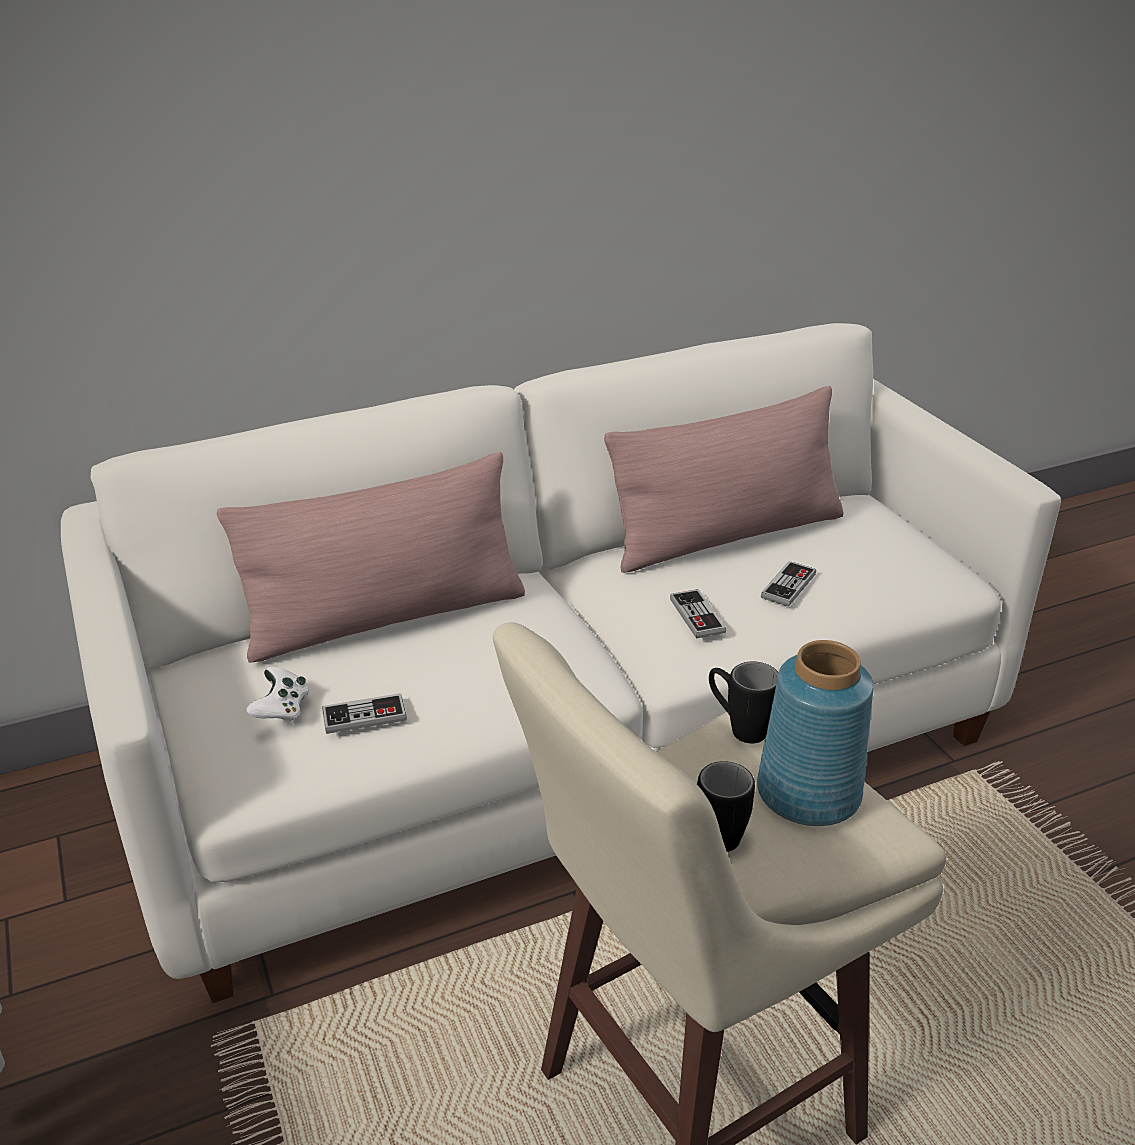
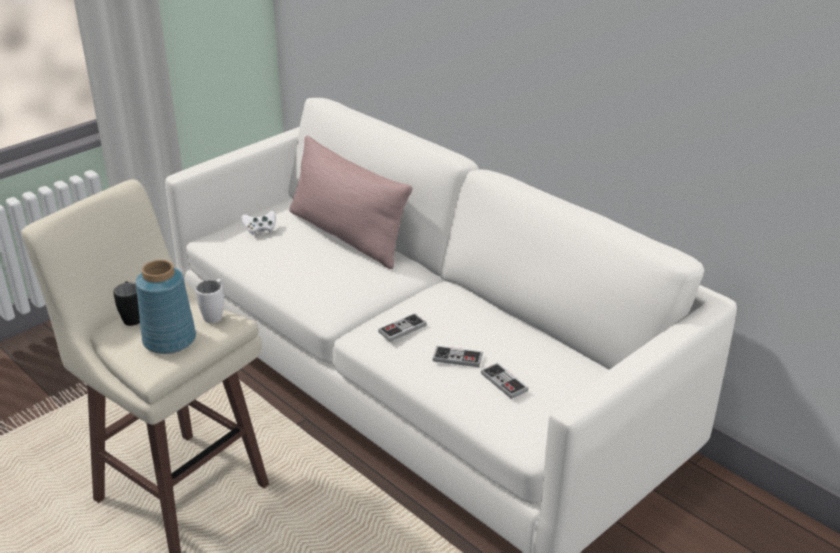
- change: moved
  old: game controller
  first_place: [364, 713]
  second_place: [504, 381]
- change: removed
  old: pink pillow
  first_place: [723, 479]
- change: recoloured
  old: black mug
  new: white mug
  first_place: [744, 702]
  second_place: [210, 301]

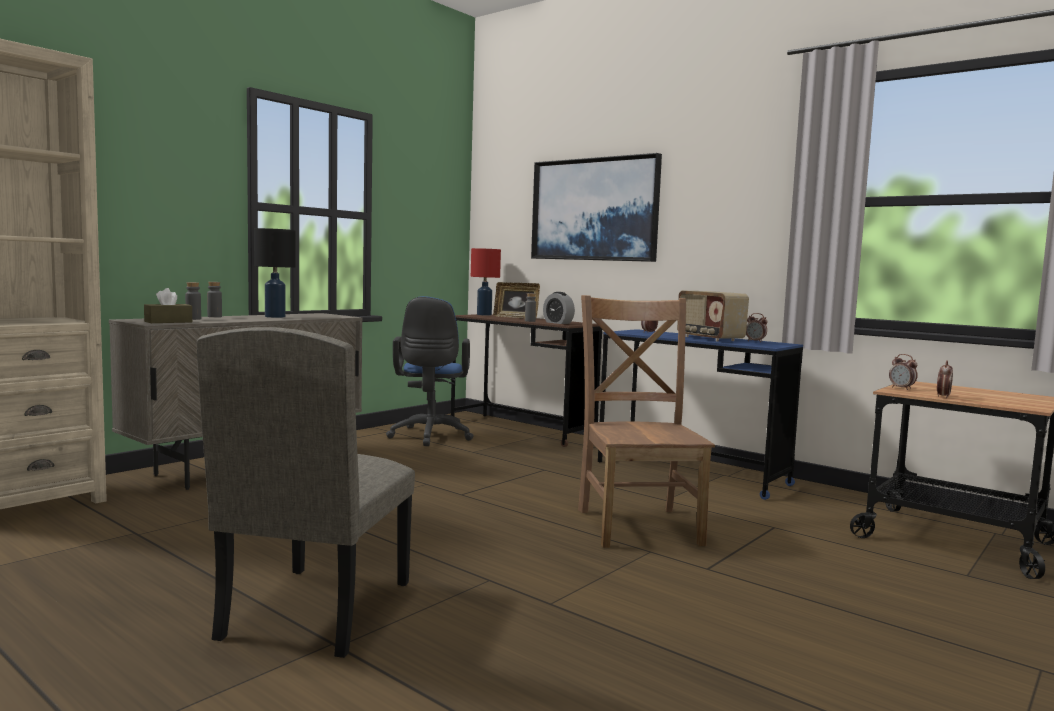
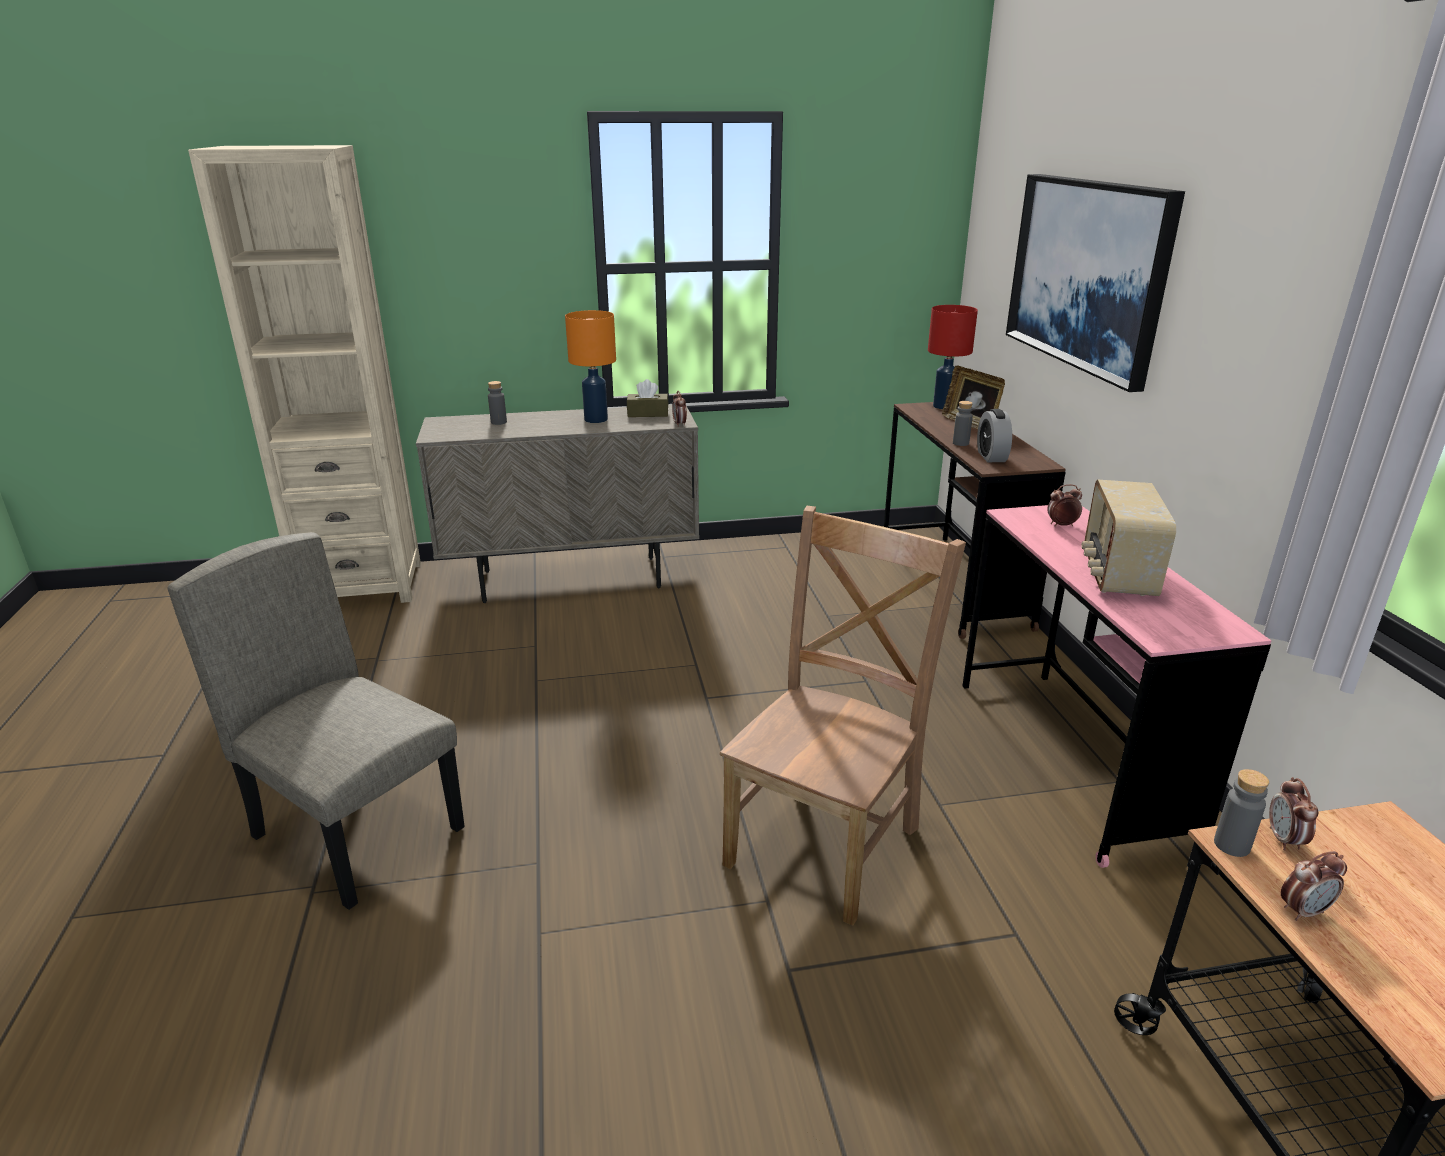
- change: moved
  old: brown tissue box
  first_place: [168, 305]
  second_place: [648, 398]
- change: turned
  old: beige chair
  first_place: [306, 492]
  second_place: [316, 721]
  degrees: 75
- change: moved
  old: grey bottle
  first_place: [214, 299]
  second_place: [1241, 813]
- change: recoloured
  old: black table lamp
  new: orange table lamp
  first_place: [274, 273]
  second_place: [590, 366]
- change: removed
  old: blue office chair
  first_place: [430, 371]
- change: recoloured
  old: blue desk
  new: pink desk
  first_place: [700, 414]
  second_place: [1116, 686]
- change: moved
  old: alarm clock
  first_place: [757, 327]
  second_place: [679, 408]

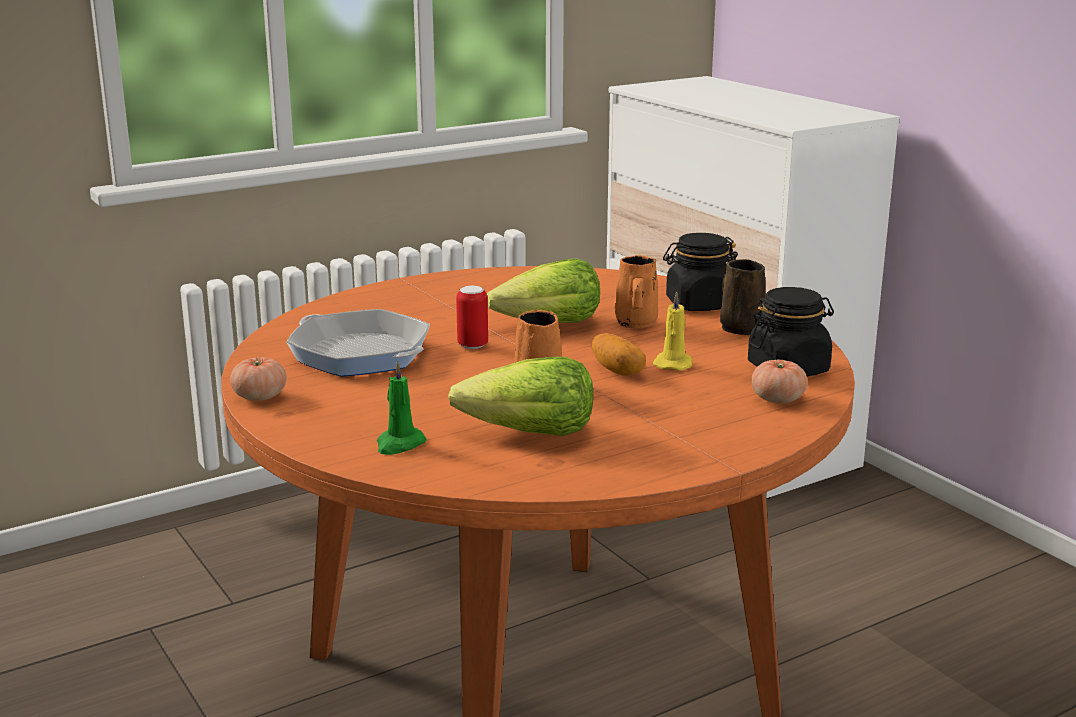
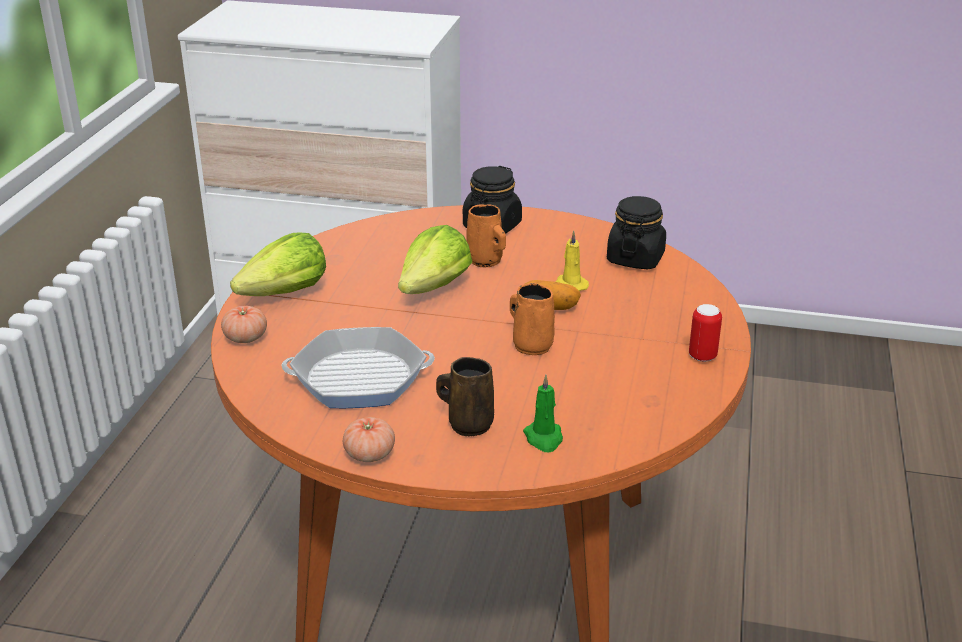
- change: moved
  old: lettuce
  first_place: [520, 396]
  second_place: [278, 264]
- change: moved
  old: can
  first_place: [472, 317]
  second_place: [705, 333]
- change: moved
  old: brown mug
  first_place: [743, 297]
  second_place: [465, 396]
- change: moved
  old: tomato
  first_place: [779, 382]
  second_place: [244, 324]

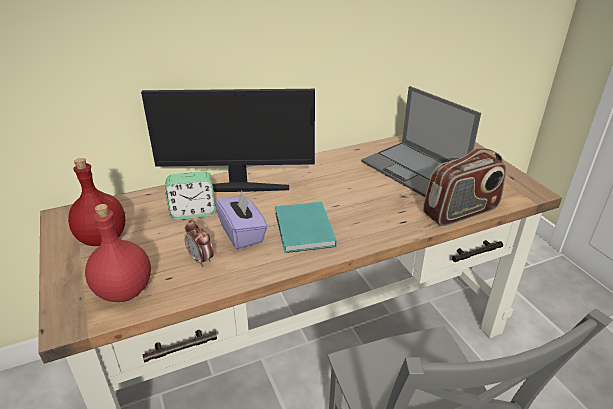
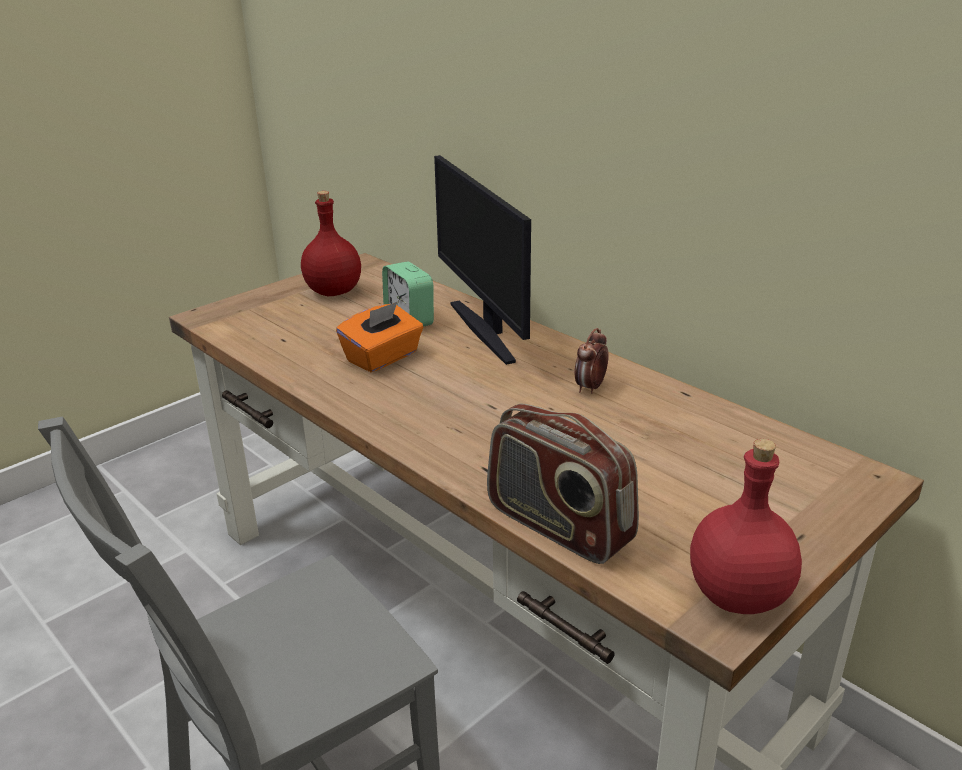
- change: moved
  old: red bottle
  first_place: [118, 253]
  second_place: [746, 526]
- change: moved
  old: alarm clock
  first_place: [199, 243]
  second_place: [591, 361]
- change: recoloured
  old: purple tissue box
  new: orange tissue box
  first_place: [241, 219]
  second_place: [379, 336]
- change: removed
  old: turquoise book
  first_place: [306, 227]
- change: removed
  old: laptop
  first_place: [421, 141]

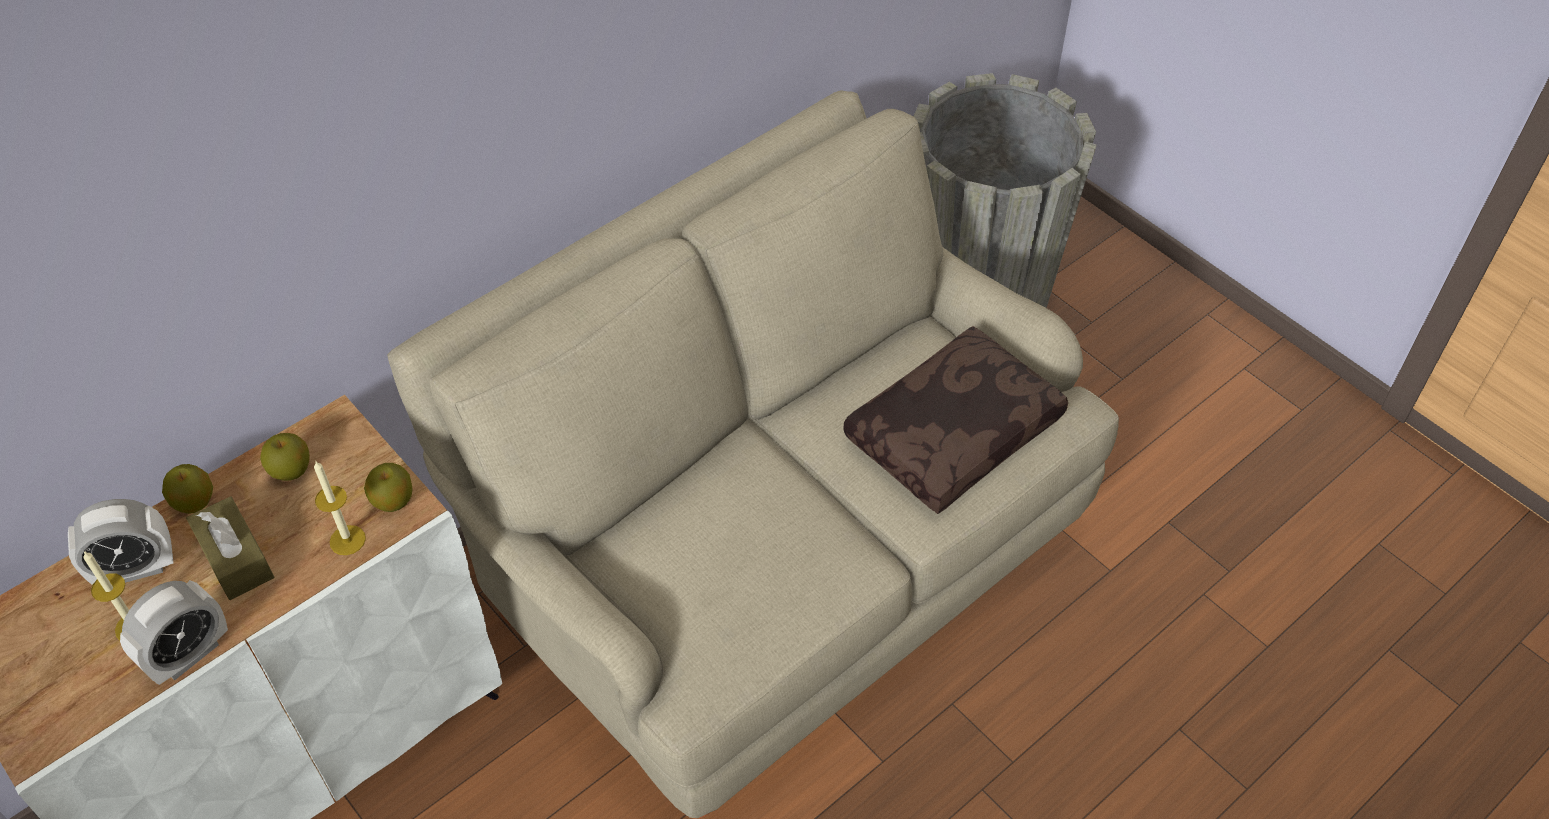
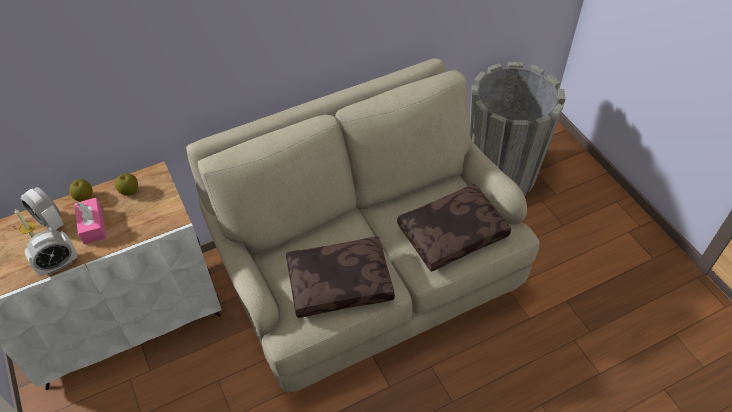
- change: turned
  old: alarm clock
  first_place: [121, 542]
  second_place: [42, 208]
  degrees: 45
- change: recoloured
  old: brown tissue box
  new: pink tissue box
  first_place: [230, 548]
  second_place: [90, 221]
- change: removed
  old: candle
  first_place: [340, 507]
- change: removed
  old: apple
  first_place: [388, 487]
- change: added
  new: brown pillow
  second_place: [340, 277]

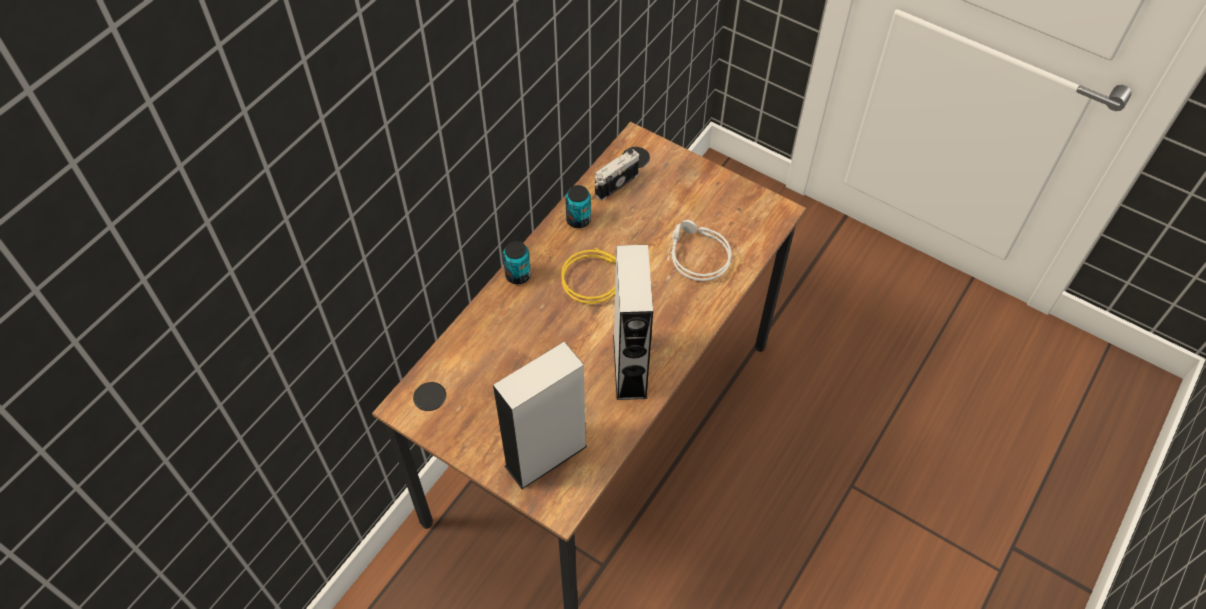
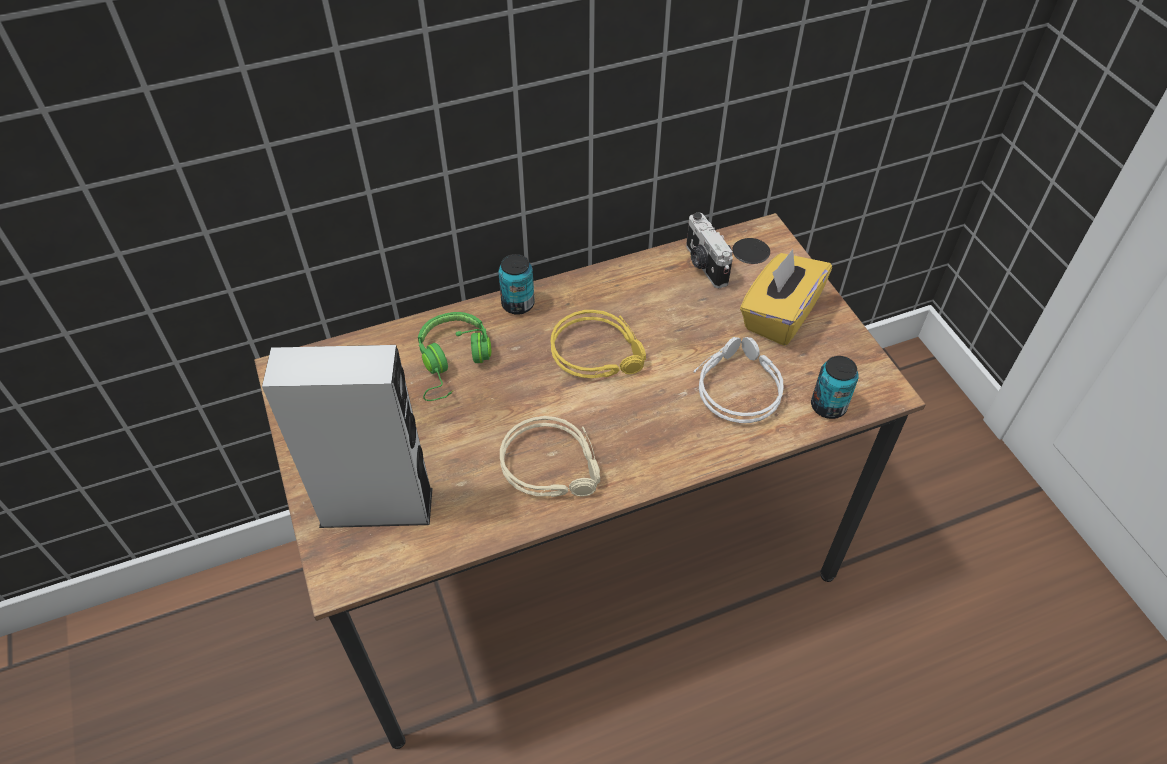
- change: moved
  old: can
  first_place: [578, 206]
  second_place: [835, 387]
- change: turned
  old: photo camera
  first_place: [617, 175]
  second_place: [709, 250]
  degrees: -105
- change: replaced
  old: grey speaker
  new: beige headphones
  first_place: [633, 322]
  second_place: [550, 456]
- change: added
  new: green headphones
  second_place: [454, 356]
- change: added
  new: yellow tissue box
  second_place: [786, 297]

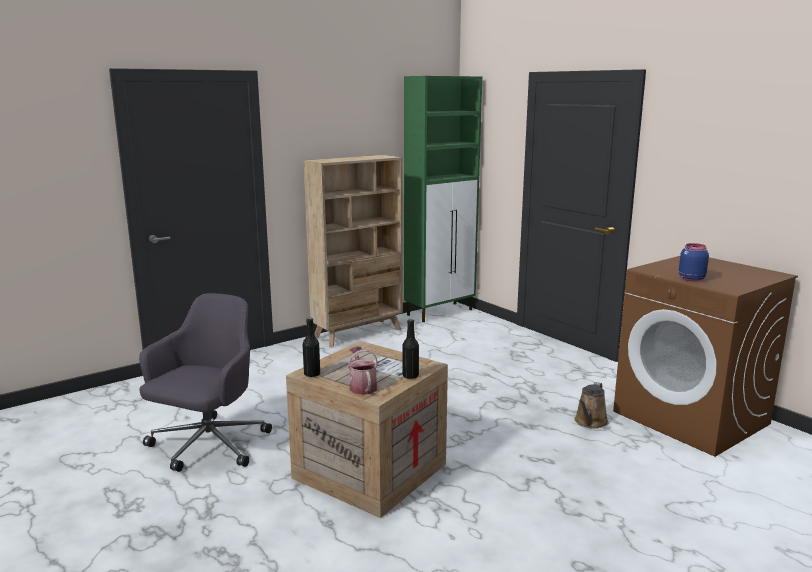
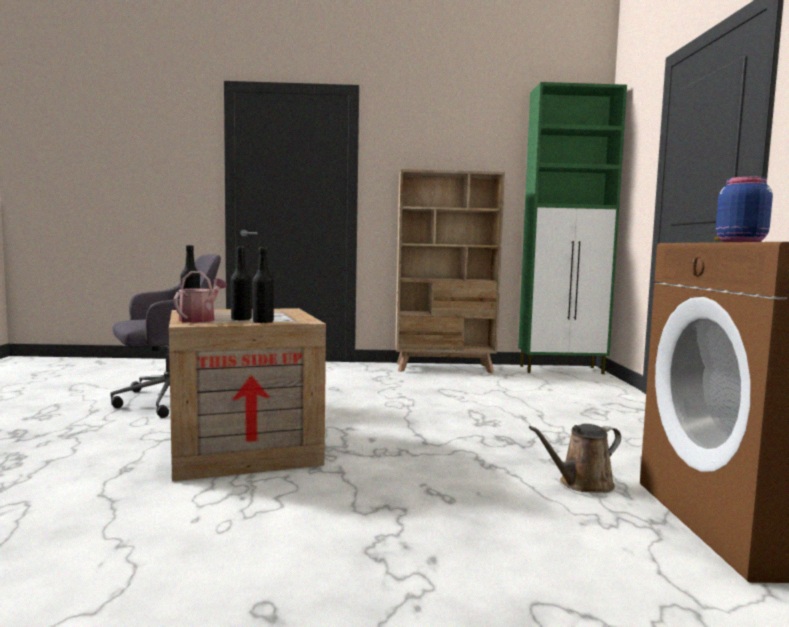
- change: added
  new: black bottle
  second_place: [241, 283]

